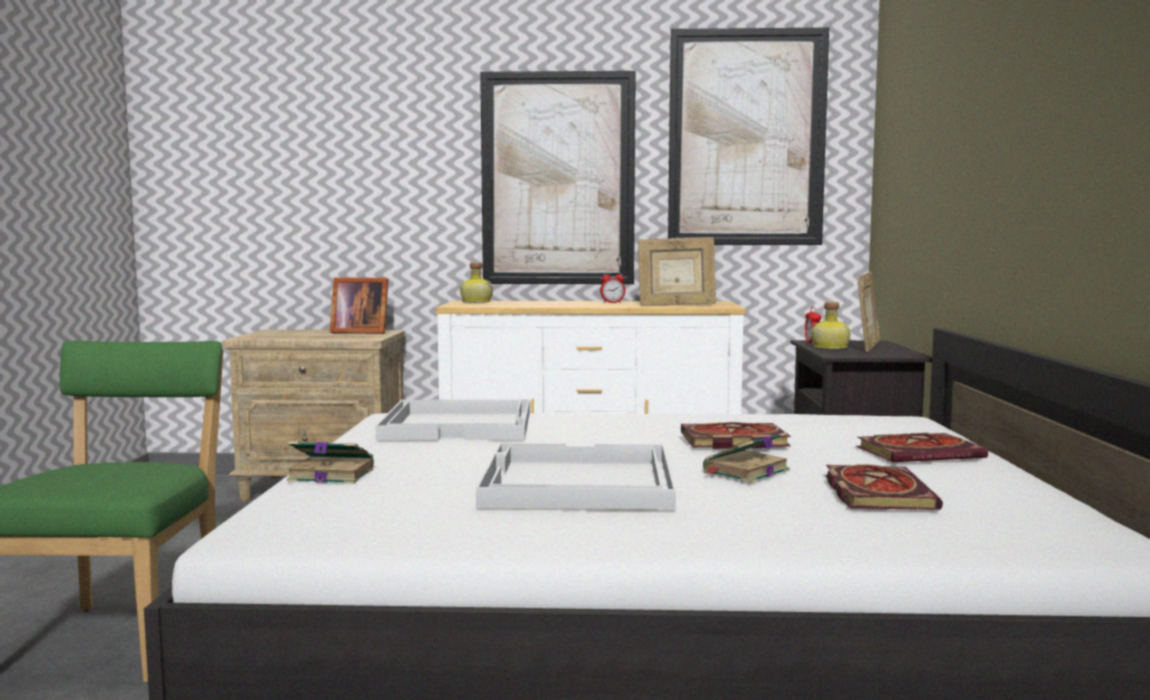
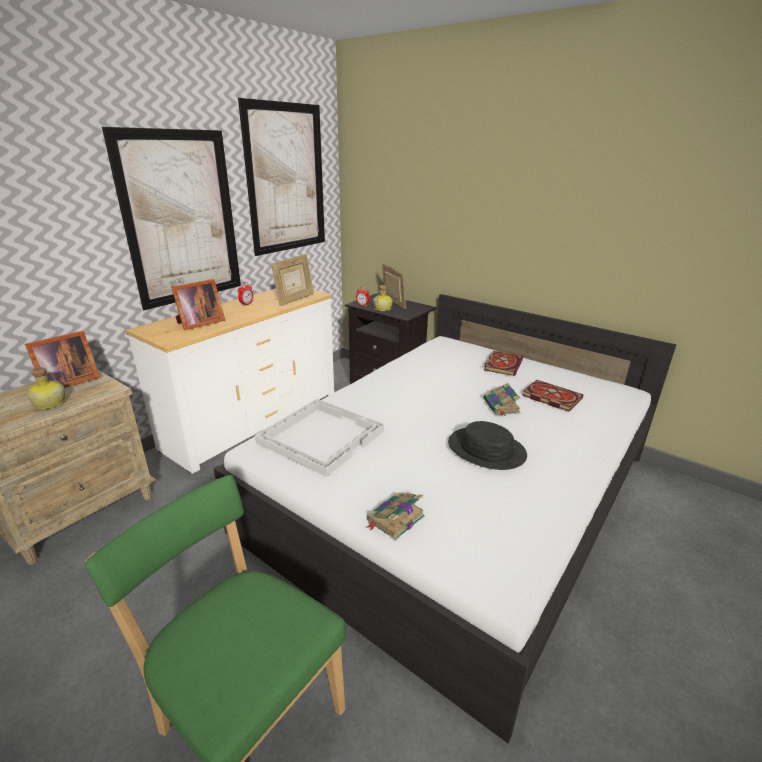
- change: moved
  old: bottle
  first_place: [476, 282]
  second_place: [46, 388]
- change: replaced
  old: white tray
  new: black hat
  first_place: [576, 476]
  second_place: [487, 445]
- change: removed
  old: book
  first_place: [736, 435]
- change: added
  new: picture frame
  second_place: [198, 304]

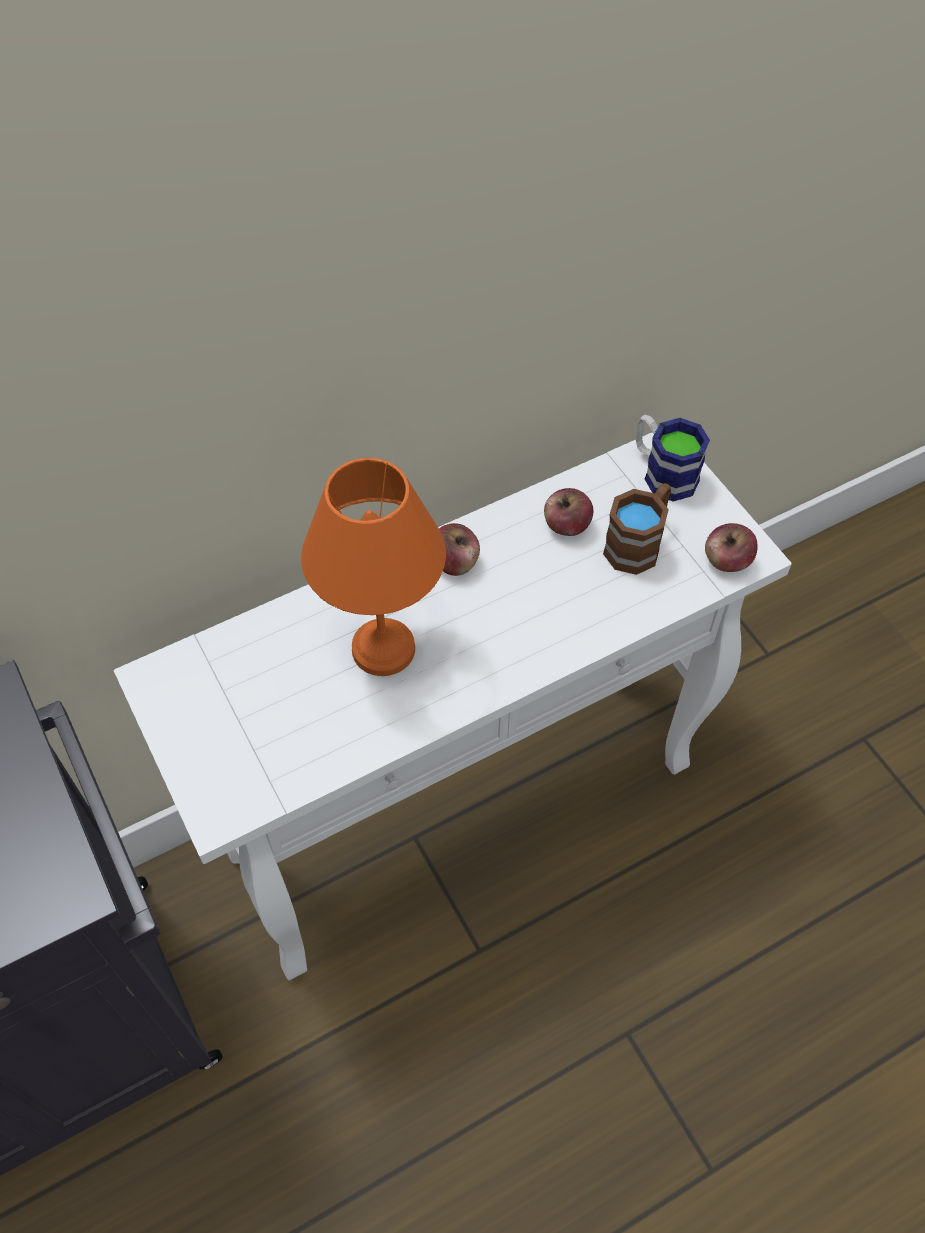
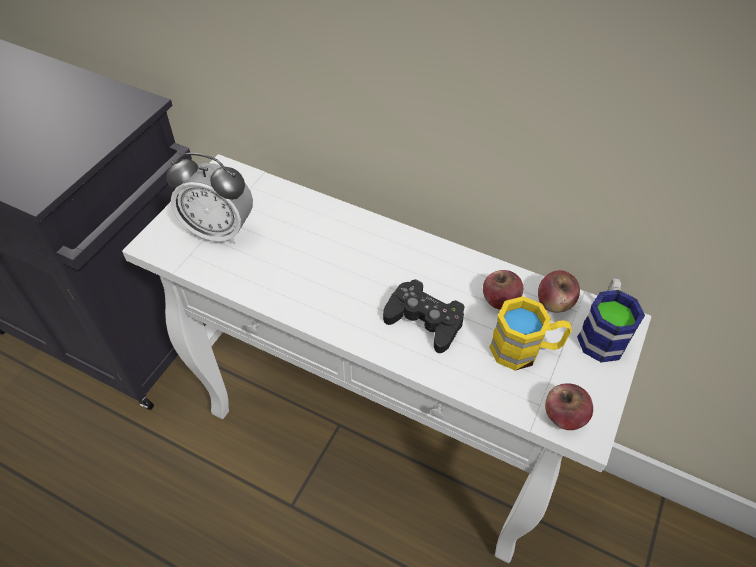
- change: removed
  old: orange table lamp
  first_place: [373, 567]
- change: moved
  old: apple
  first_place: [459, 549]
  second_place: [559, 291]
- change: recoloured
  old: brown mug
  new: yellow mug
  first_place: [637, 529]
  second_place: [530, 333]
- change: added
  new: alarm clock
  second_place: [209, 198]
- change: added
  new: black game controller
  second_place: [424, 316]

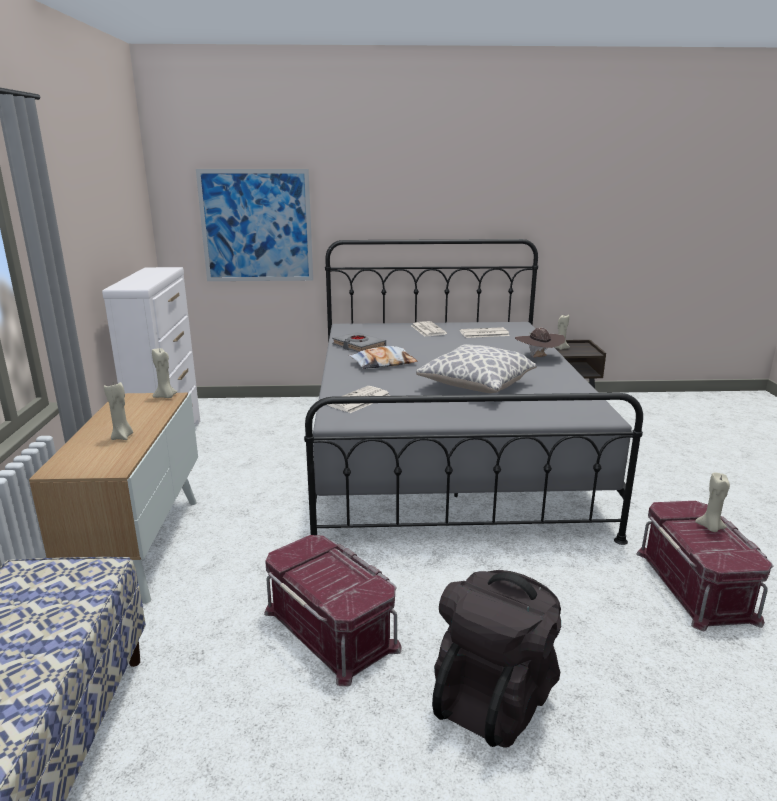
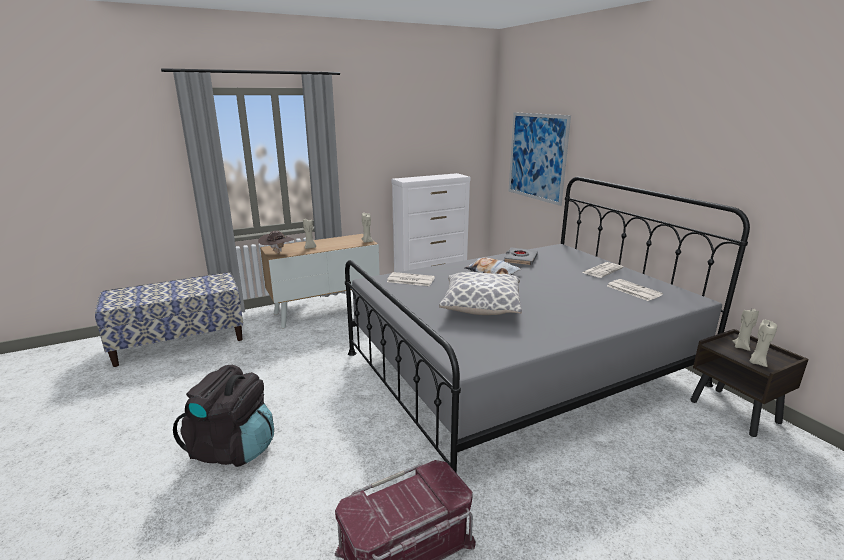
- change: removed
  old: red storage box
  first_place: [333, 610]
- change: moved
  old: brown hat
  first_place: [540, 343]
  second_place: [276, 242]
- change: moved
  old: beige candle
  first_place: [712, 502]
  second_place: [763, 343]

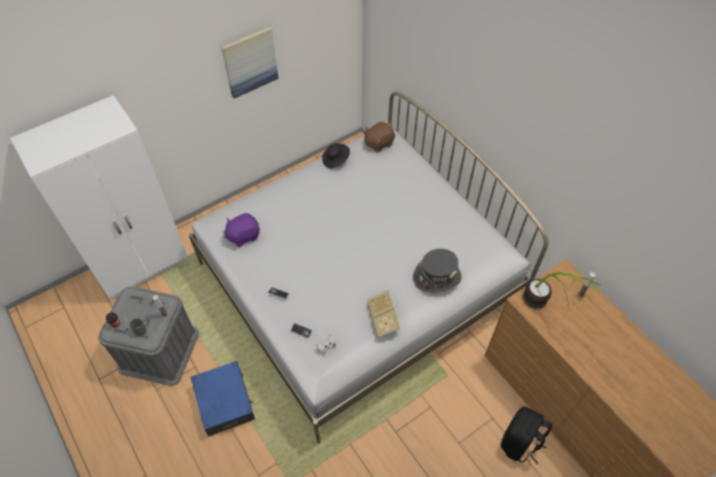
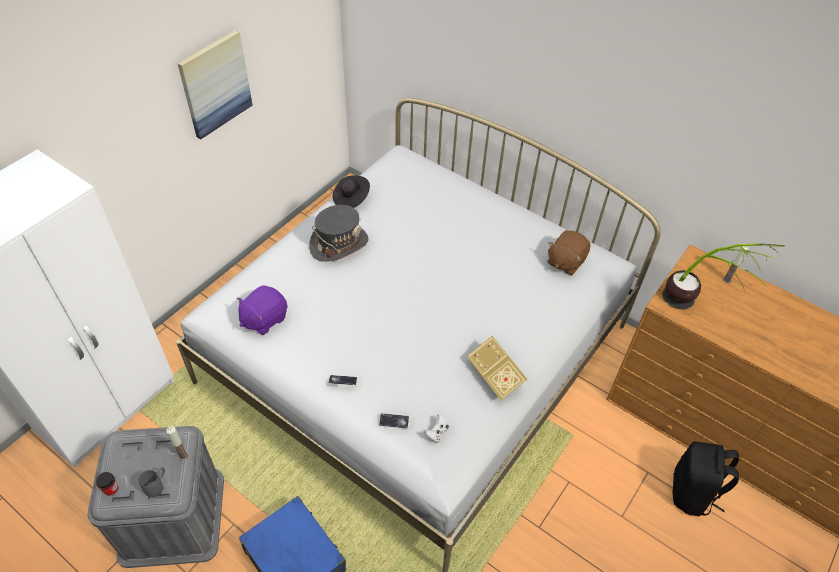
- change: moved
  old: brown plush toy
  first_place: [380, 137]
  second_place: [569, 252]
- change: moved
  old: grey hat
  first_place: [437, 271]
  second_place: [338, 233]

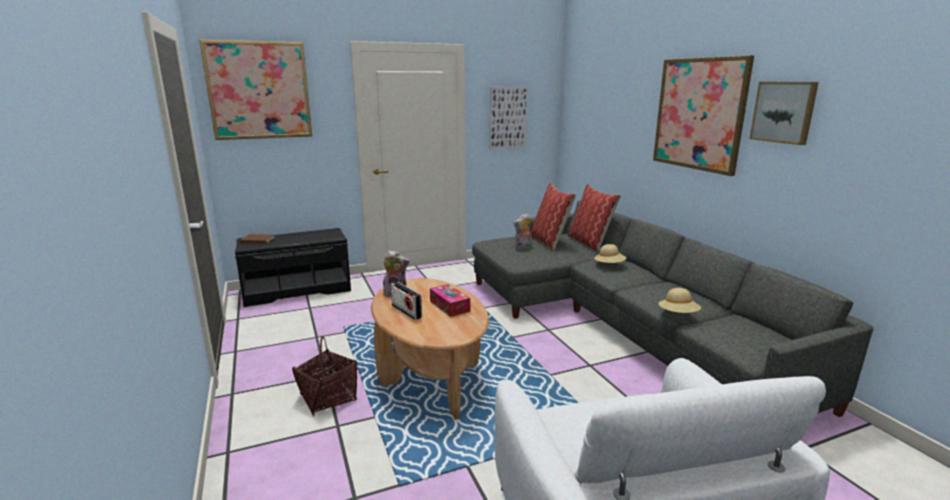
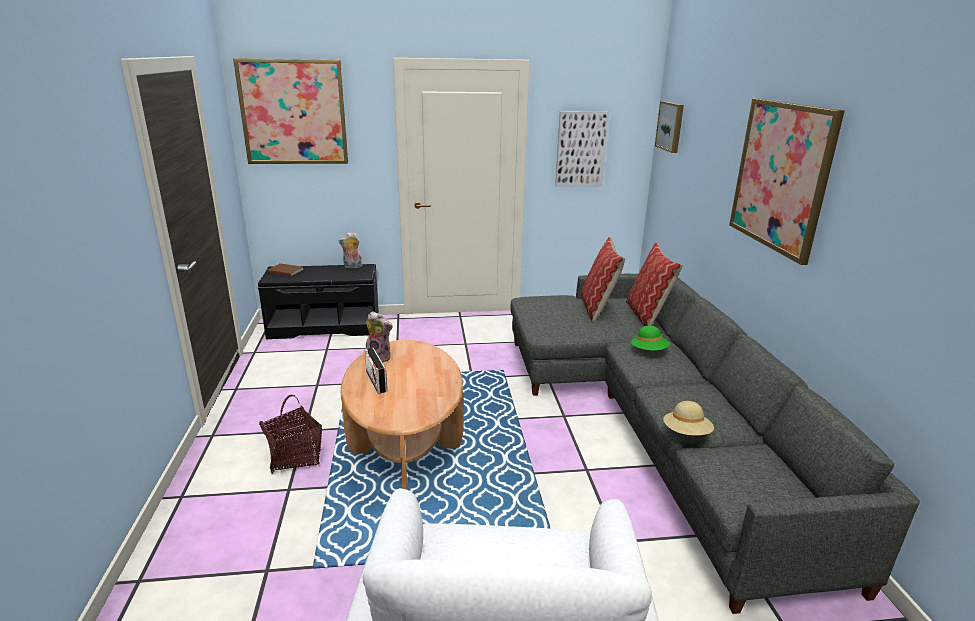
- change: removed
  old: tissue box
  first_place: [450, 300]
- change: moved
  old: plush toy
  first_place: [522, 232]
  second_place: [350, 250]
- change: recoloured
  old: beige hat
  new: green hat
  first_place: [610, 253]
  second_place: [650, 338]
- change: moved
  old: picture
  first_place: [784, 113]
  second_place: [669, 127]

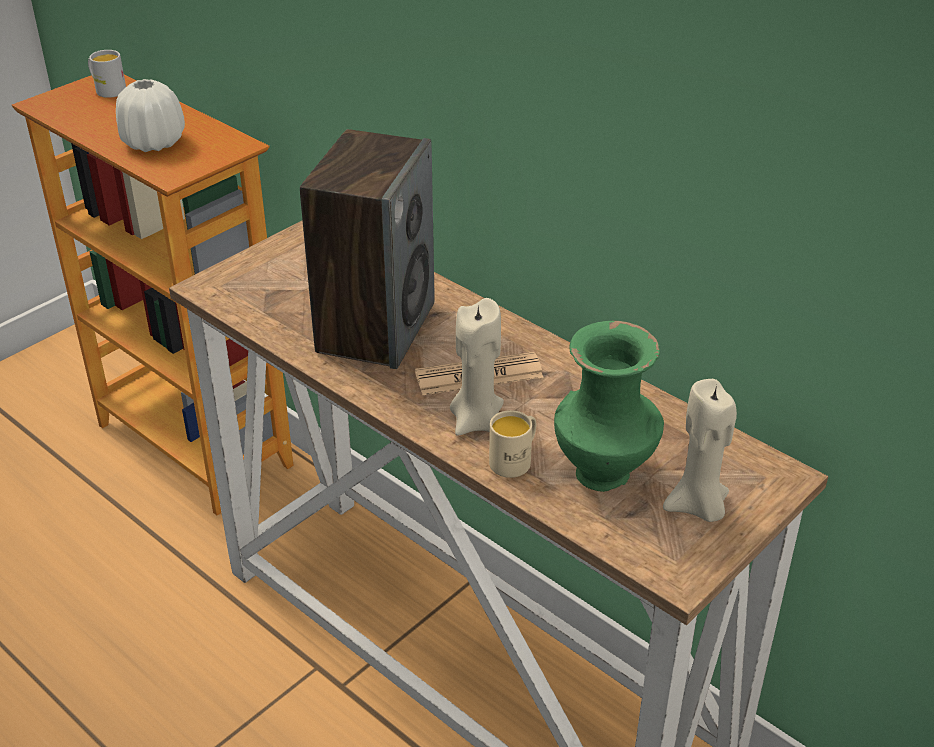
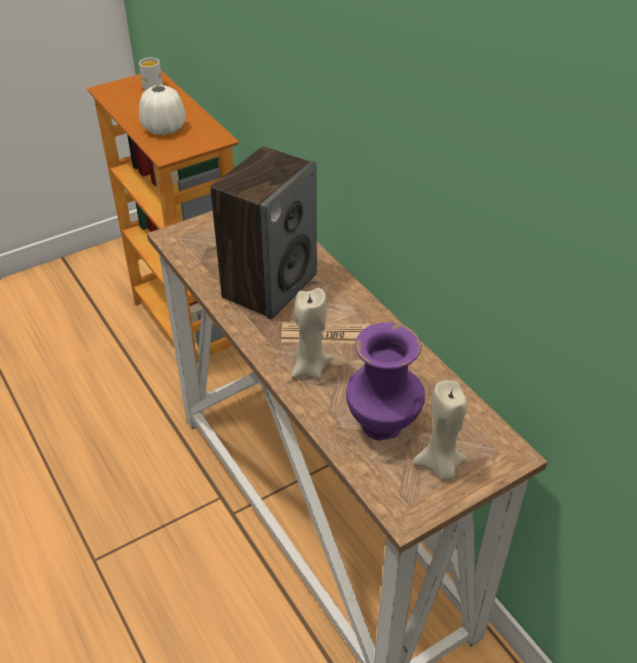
- change: removed
  old: beige mug
  first_place: [512, 444]
- change: recoloured
  old: green vase
  new: purple vase
  first_place: [609, 406]
  second_place: [385, 381]

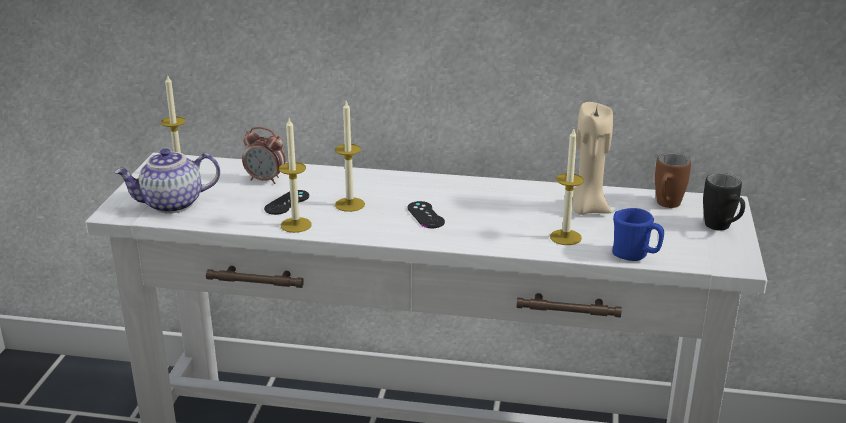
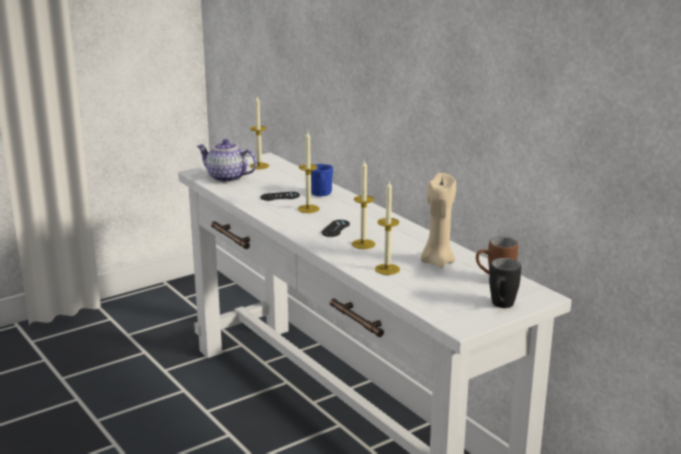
- change: removed
  old: alarm clock
  first_place: [264, 155]
- change: moved
  old: candle
  first_place: [295, 175]
  second_place: [364, 204]
- change: moved
  old: blue mug
  first_place: [638, 234]
  second_place: [322, 180]

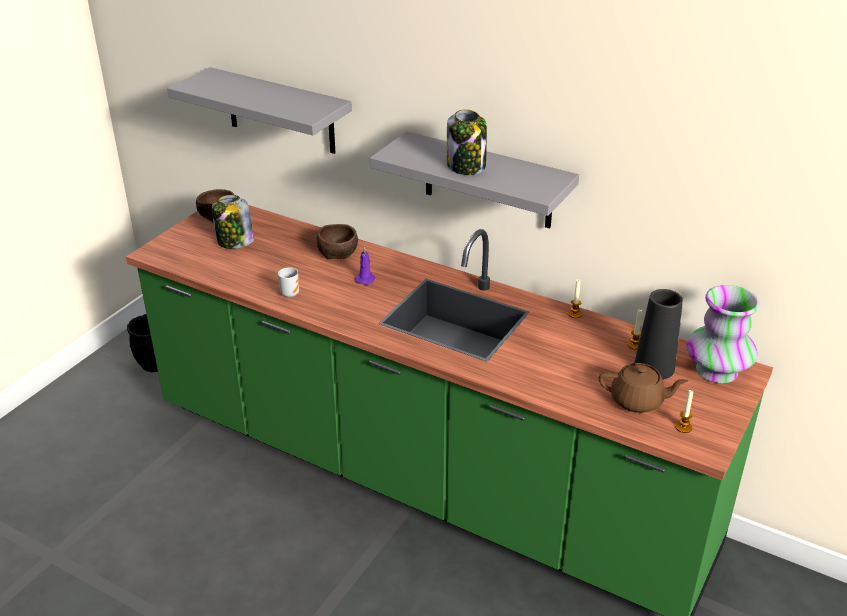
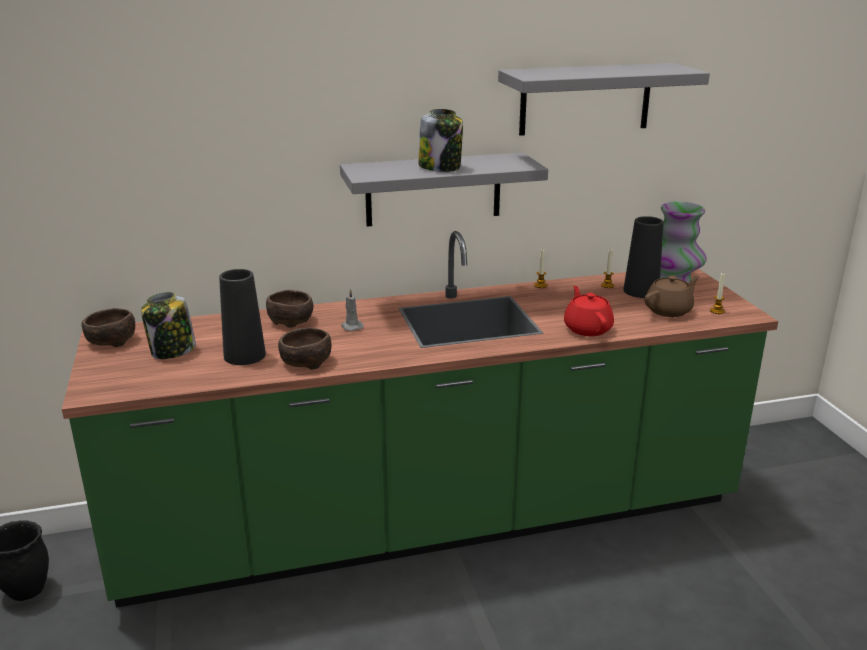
- change: moved
  old: grey shelf
  first_place: [259, 110]
  second_place: [604, 99]
- change: replaced
  old: mug
  new: brown bowl
  first_place: [288, 282]
  second_place: [305, 348]
- change: recoloured
  old: purple candle
  new: grey candle
  first_place: [365, 266]
  second_place: [352, 309]
- change: added
  new: black vase
  second_place: [242, 317]
- change: added
  new: red teapot
  second_place: [589, 311]

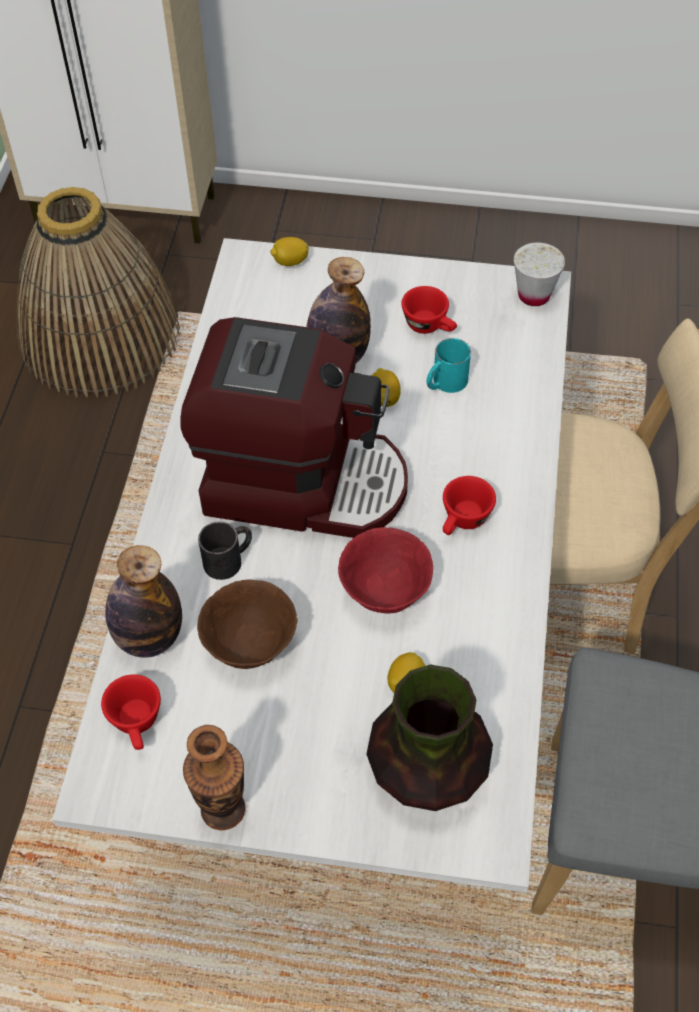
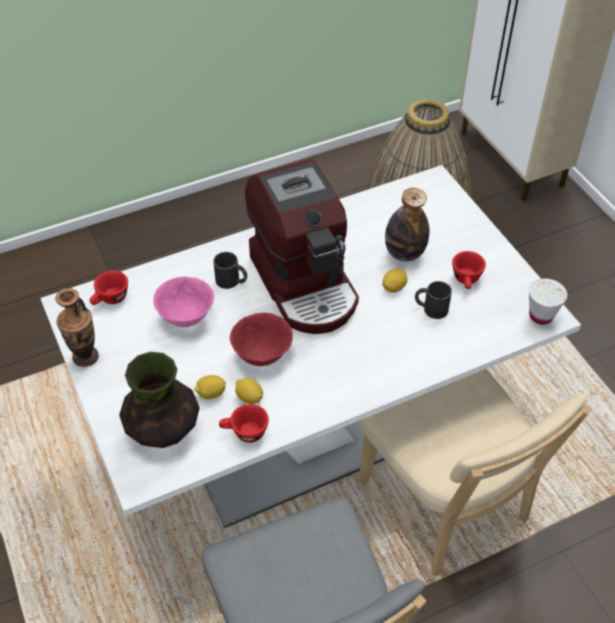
- change: removed
  old: bottle
  first_place: [143, 601]
- change: recoloured
  old: brown bowl
  new: pink bowl
  first_place: [247, 624]
  second_place: [183, 302]
- change: moved
  old: lemon
  first_place: [289, 251]
  second_place: [249, 390]
- change: recoloured
  old: turquoise mug
  new: black mug
  first_place: [449, 365]
  second_place: [433, 300]
- change: moved
  old: red cup
  first_place: [469, 505]
  second_place: [244, 423]

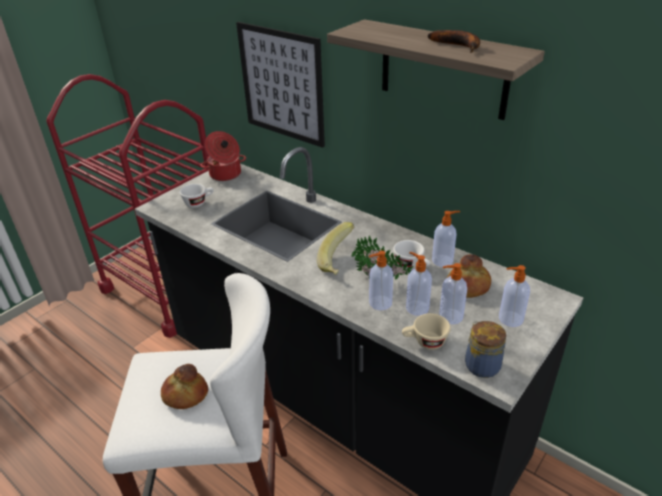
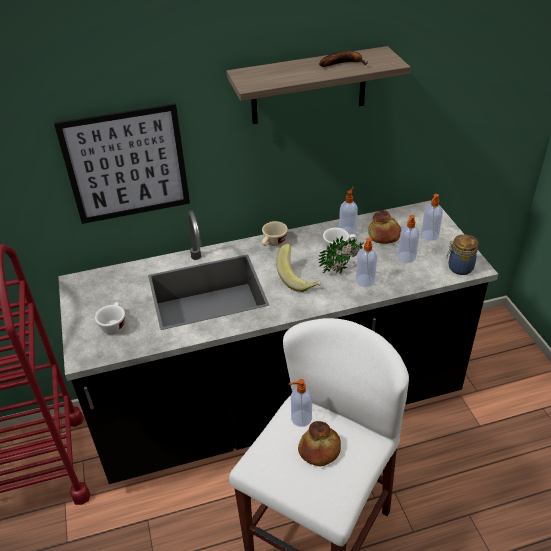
- change: removed
  old: cooking pot
  first_place: [223, 156]
- change: moved
  old: beige cup
  first_place: [426, 331]
  second_place: [275, 233]
- change: moved
  old: soap dispenser
  first_place: [419, 284]
  second_place: [300, 403]

